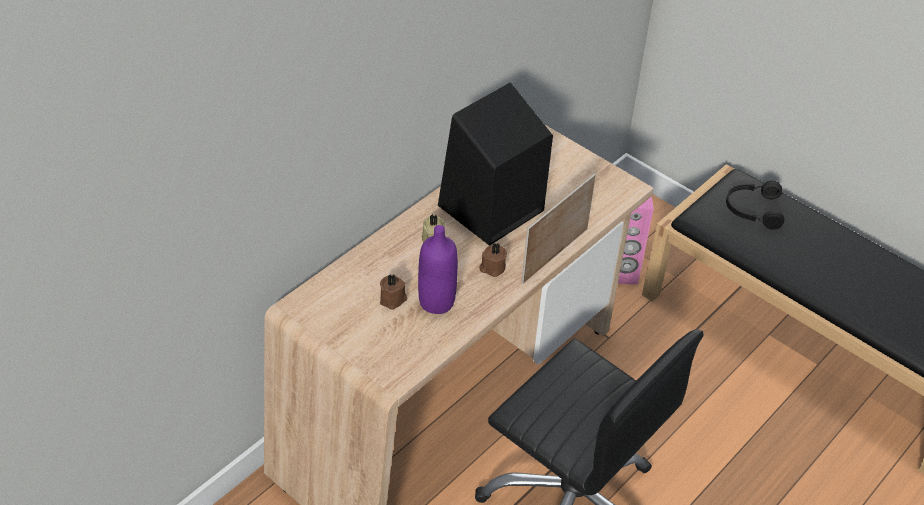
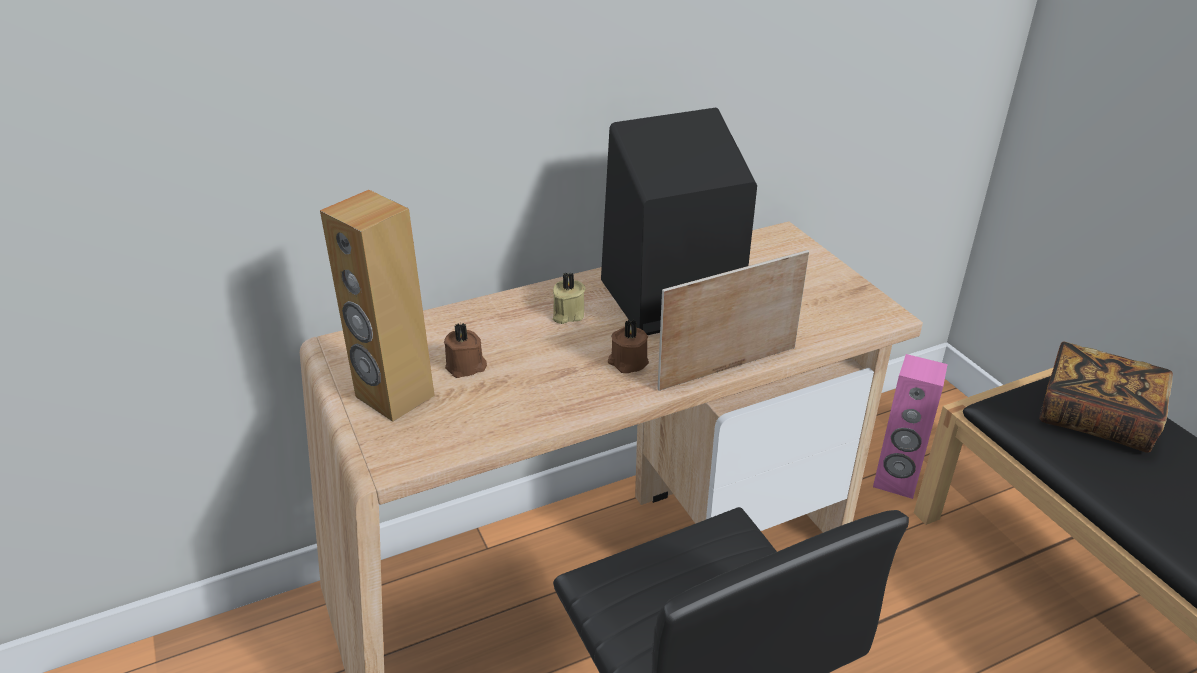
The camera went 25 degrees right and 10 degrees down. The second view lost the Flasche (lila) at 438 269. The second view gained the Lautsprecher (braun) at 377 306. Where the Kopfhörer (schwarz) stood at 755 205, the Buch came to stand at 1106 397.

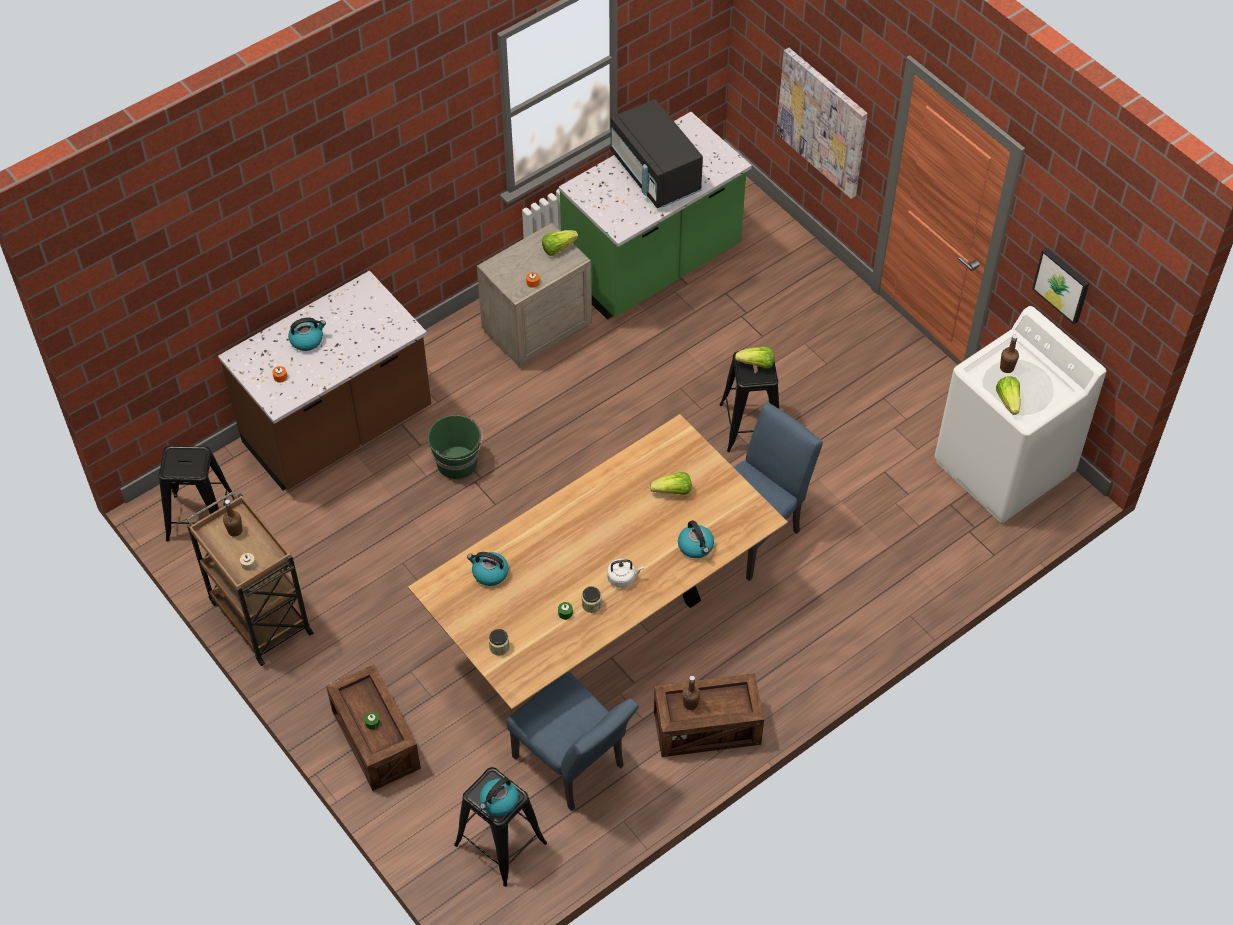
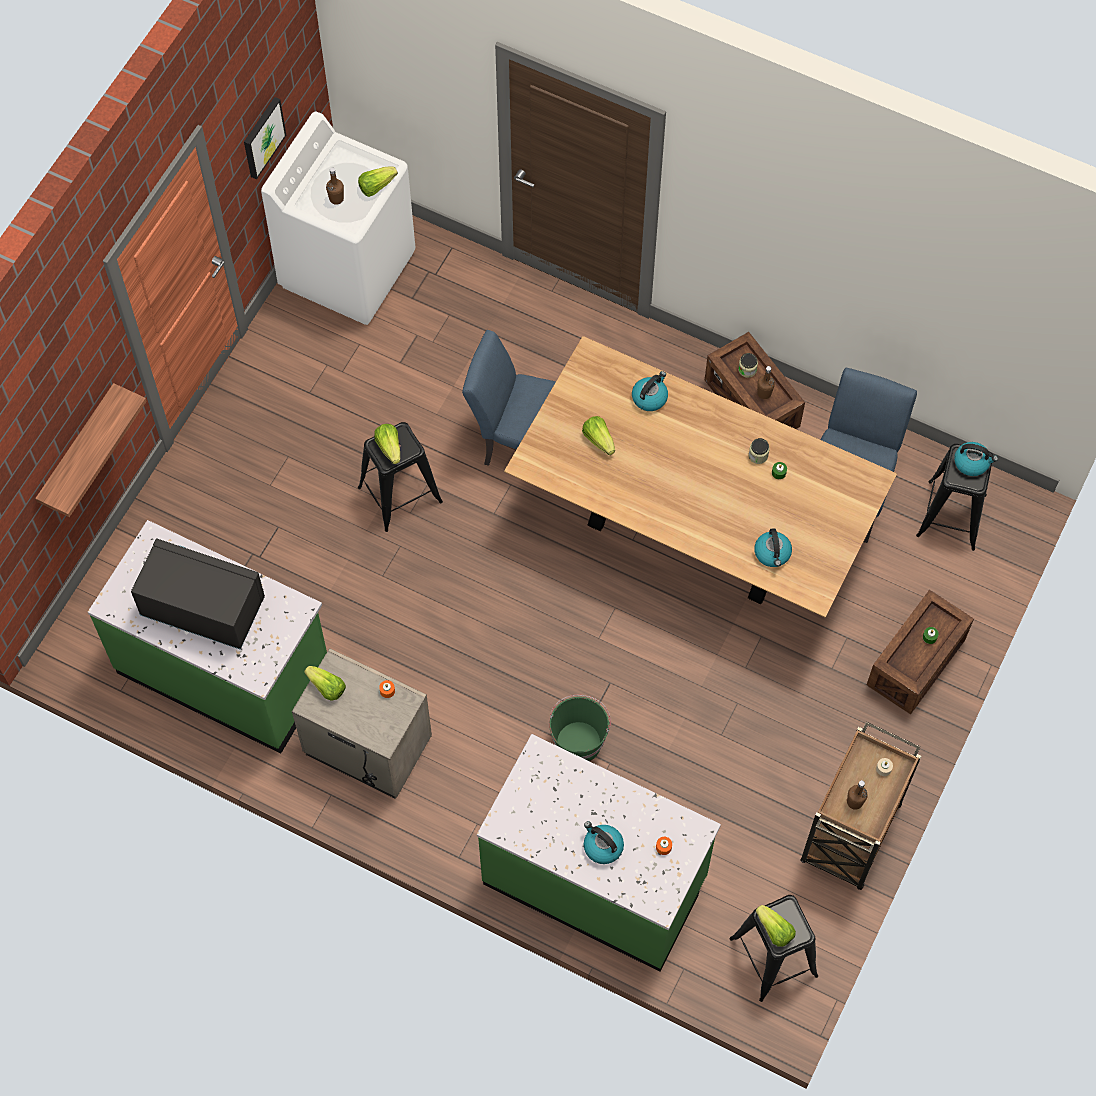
The camera went 115 degrees left and 10 degrees up. The second view lost the Wasserkessel (weiß) at 625 573. The second view gained the Salatkopf at 776 926. The Vorratsglas ended up elsewhere, having gone from 499 642 to 748 365. Where the Bild hung at 822 123, the Wandregal came to hang at 91 450. What was the Küchenzeile (braun) at 324 380 turned into the Küchenzeile (grün) at 599 853. The Mikrowelle (schwarz) at 657 153 ended up facing another way, 105 degrees counterclockwise from before.

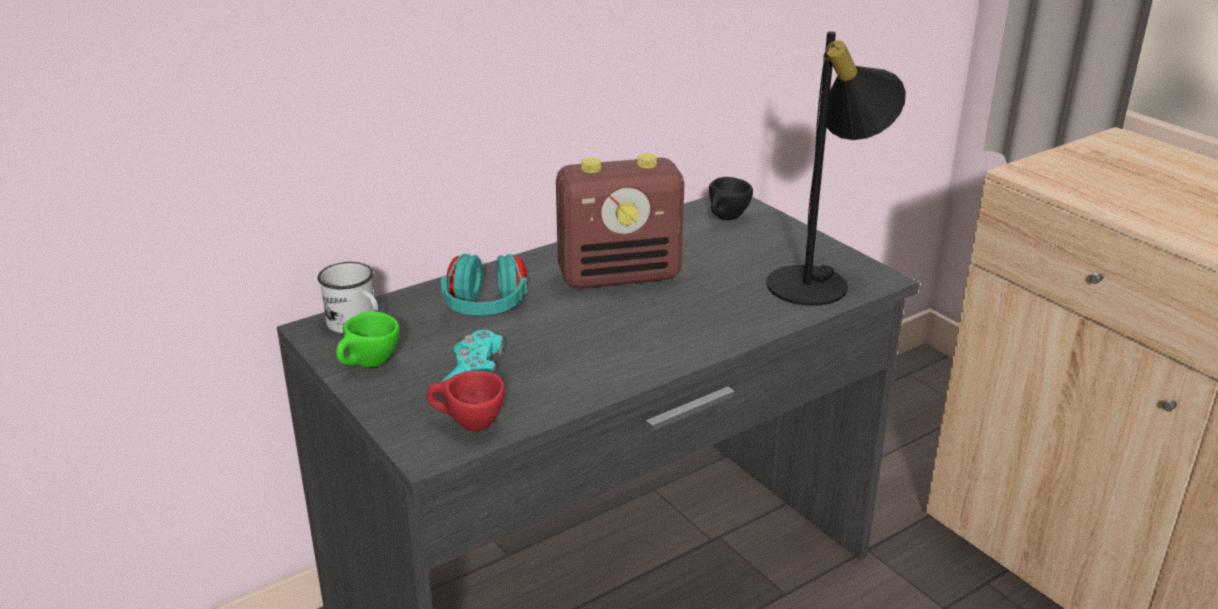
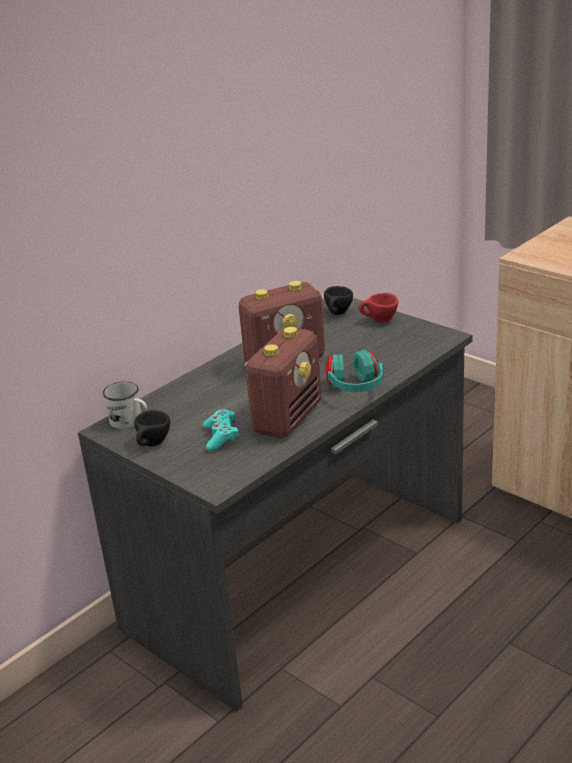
The camera went 10 degrees left and 0 degrees up. The second view lost the Tischlampe (schwarz) at 836 168. The second view gained the Radio at 283 382. The Tasse (rot) ended up elsewhere, having gone from 466 401 to 378 307. The Kopfhörer (türkis) ended up elsewhere, having gone from 484 284 to 354 371. What was the Tasse (grün) at 368 339 turned into the Tasse (schwarz) at 152 428.

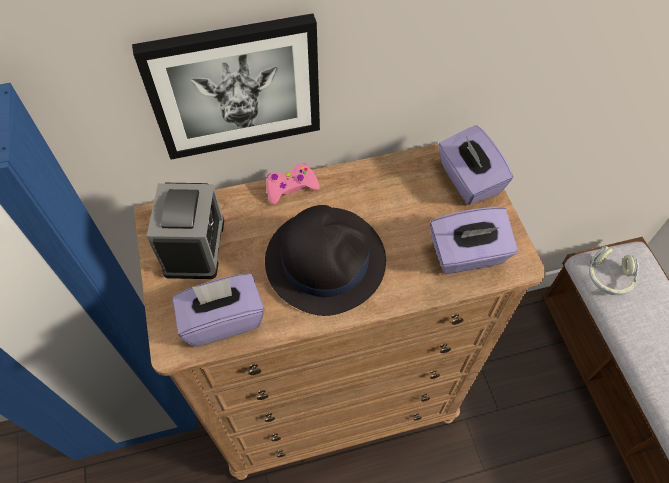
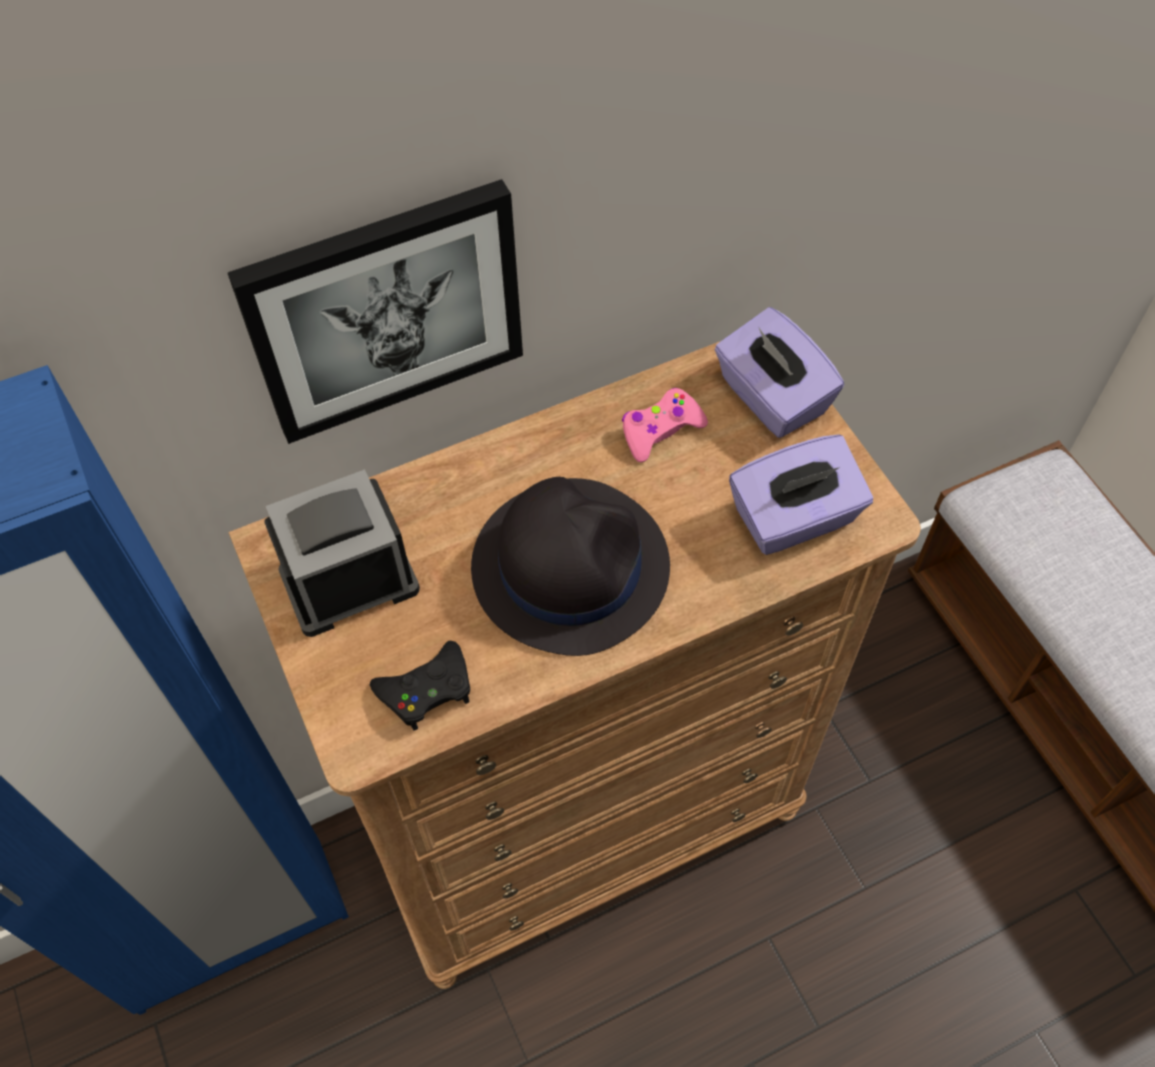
The camera went 10 degrees left and 0 degrees up. The second view lost the Kopfhörer at 614 270. The Gamepad (rosa) ended up elsewhere, having gone from 293 184 to 665 425. Where the Taschentuchbox (lila) stood at 219 310, the Gamepad (schwarz) came to stand at 420 686. The Wecker at 185 231 ended up facing another way, 105 degrees counterclockwise from before.

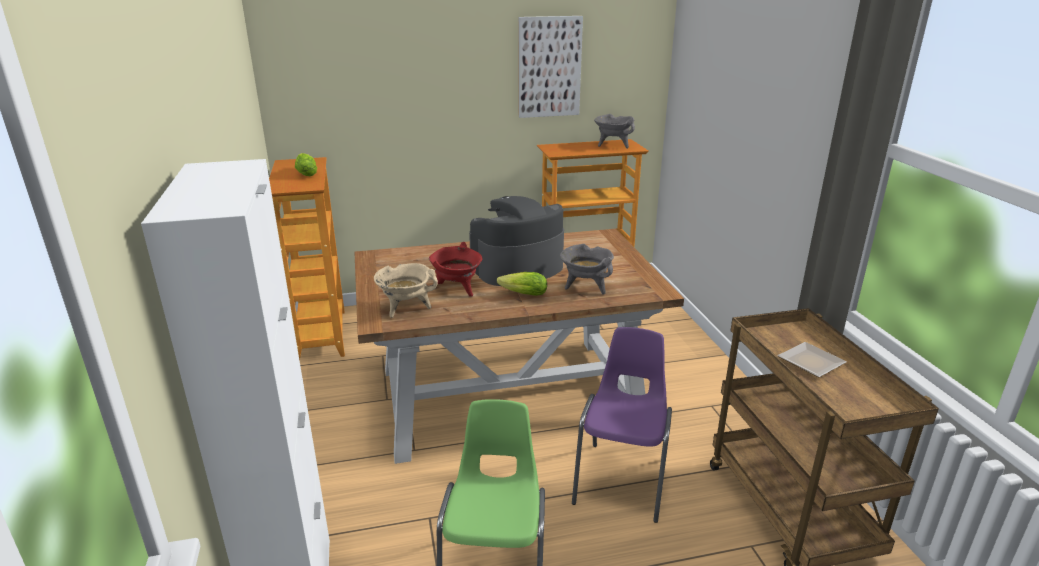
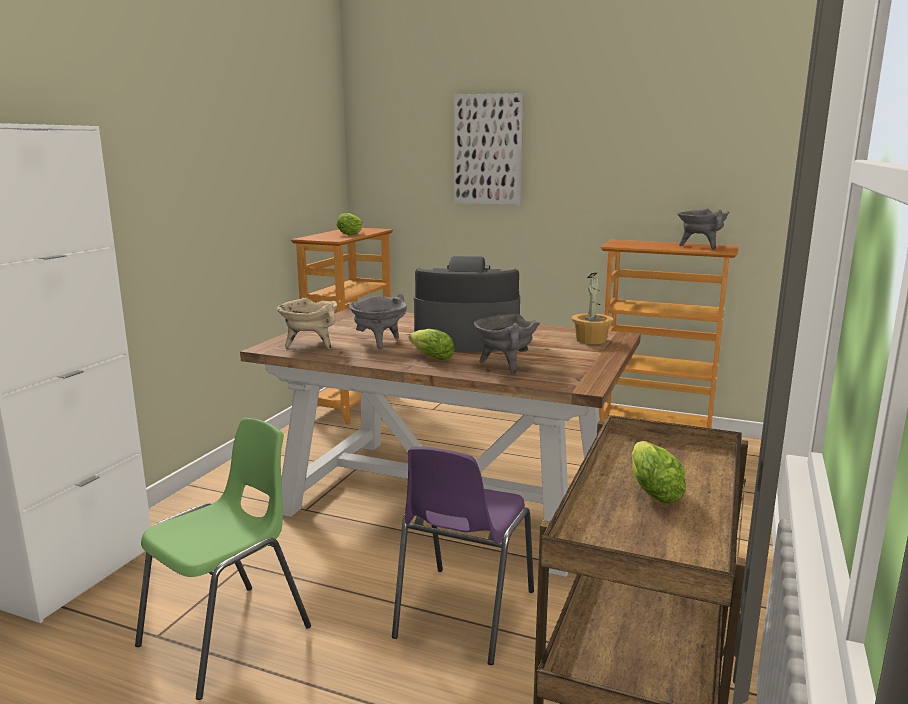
The camera went 35 degrees right and 10 degrees down. The second view gained the Topfpflanze at 592 308. The Bild ended up elsewhere, having gone from 551 67 to 489 149. Where the Teller stood at 811 359, the Salatkopf came to stand at 659 472. What was the Kochtopf (rot) at 456 269 turned into the Kochtopf (grau) at 378 321. The Stuhl (lila) at 622 425 ended up facing another way, 150 degrees clockwise from before.

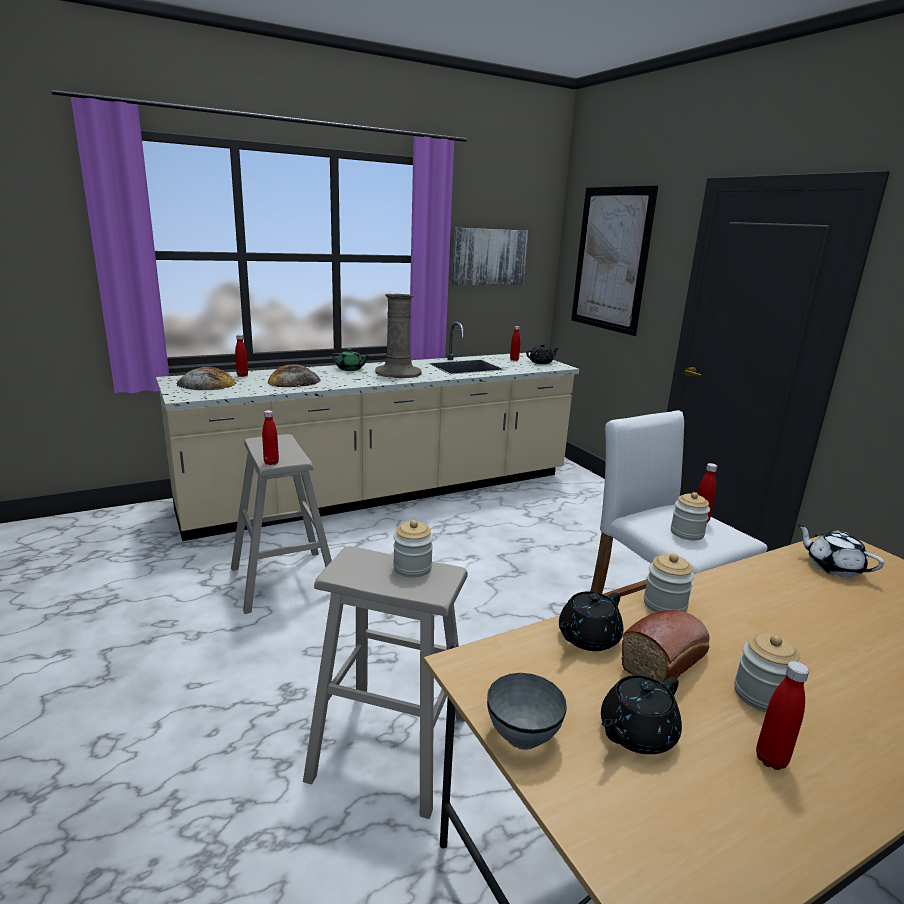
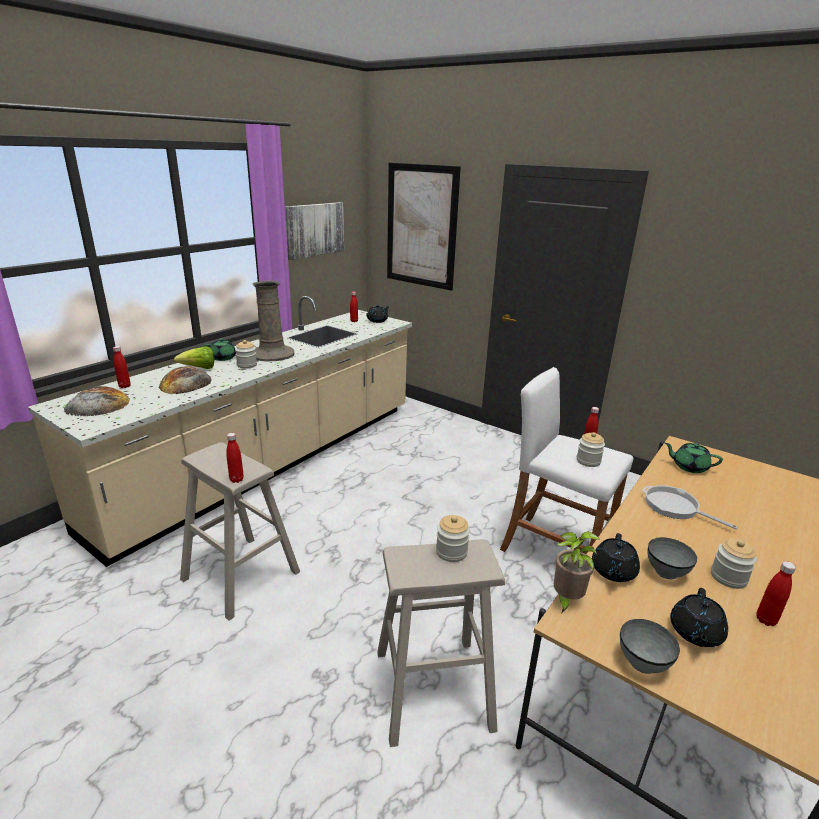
The camera went 25 degrees left and 5 degrees up. The second view gained the Salatkopf at 194 357. The second view gained the Topfpflanze at 576 572. The second view gained the Pfanne at 690 507. The Vorratsglas ended up elsewhere, having gone from 669 583 to 246 354. Where the Brot stood at 665 646, the Schüssel (grau) came to stand at 672 558. What was the Teekanne (weiß) at 840 550 turned into the Teekanne (grün) at 694 458.

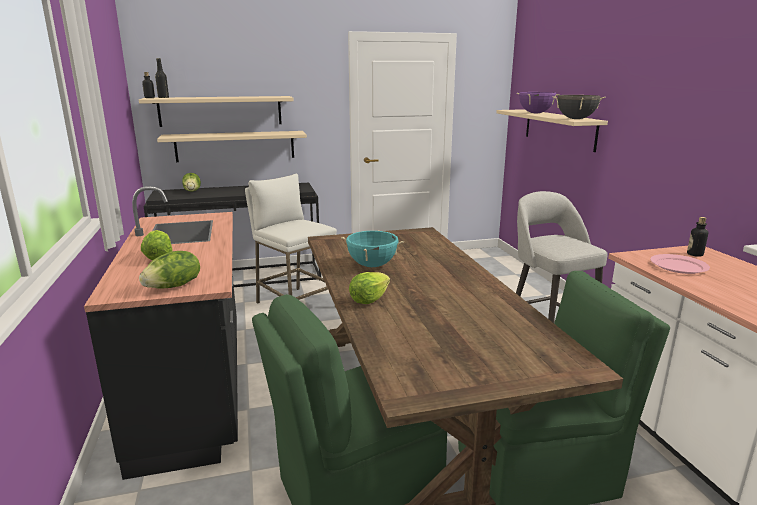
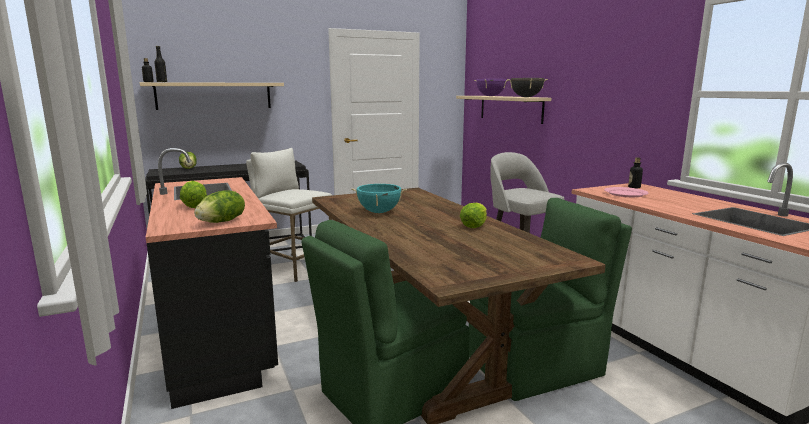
The camera went 10 degrees left and 5 degrees down. The second view lost the Wandregal (beige) at 232 146. The Salatkopf ended up elsewhere, having gone from 369 288 to 473 215.

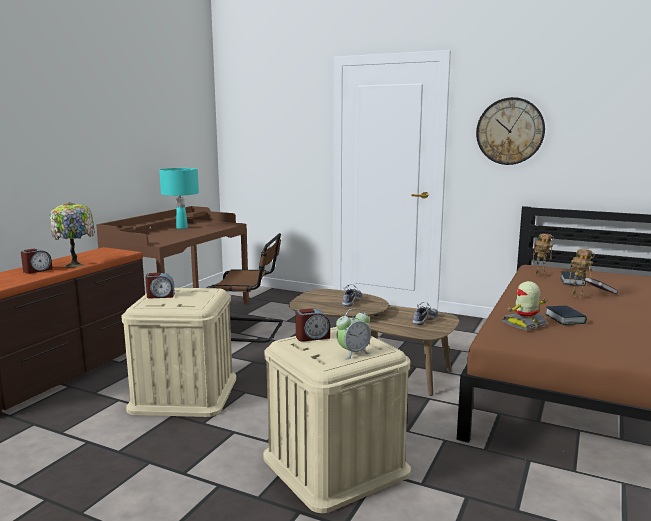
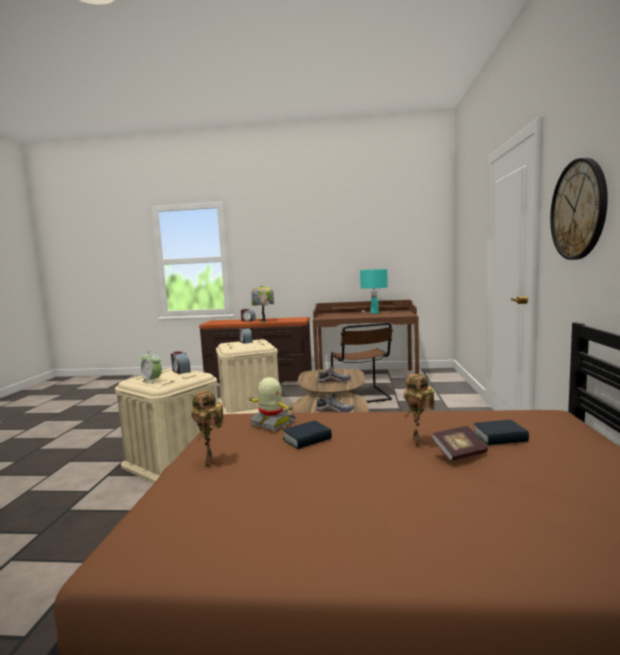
The camera went 70 degrees right and 5 degrees down. The Spielzeugroboter ended up elsewhere, having gone from 543 255 to 207 428.

